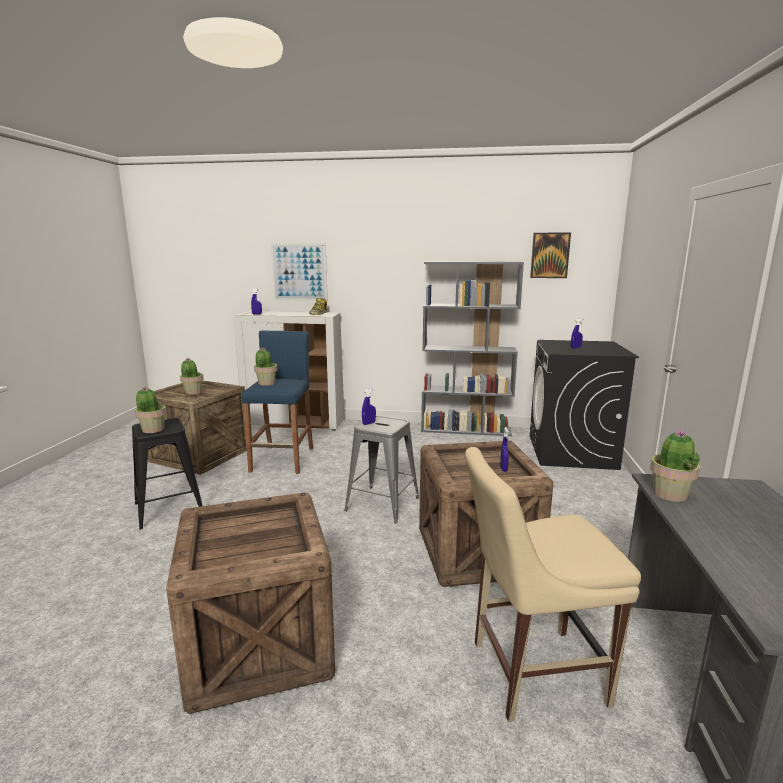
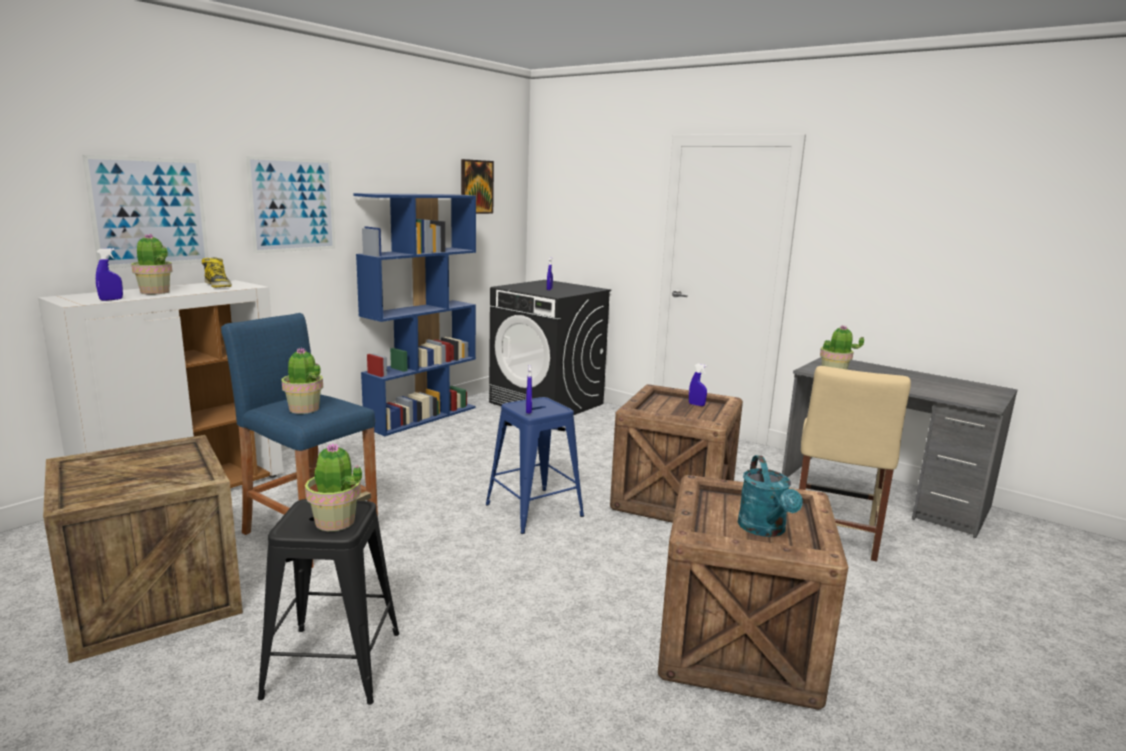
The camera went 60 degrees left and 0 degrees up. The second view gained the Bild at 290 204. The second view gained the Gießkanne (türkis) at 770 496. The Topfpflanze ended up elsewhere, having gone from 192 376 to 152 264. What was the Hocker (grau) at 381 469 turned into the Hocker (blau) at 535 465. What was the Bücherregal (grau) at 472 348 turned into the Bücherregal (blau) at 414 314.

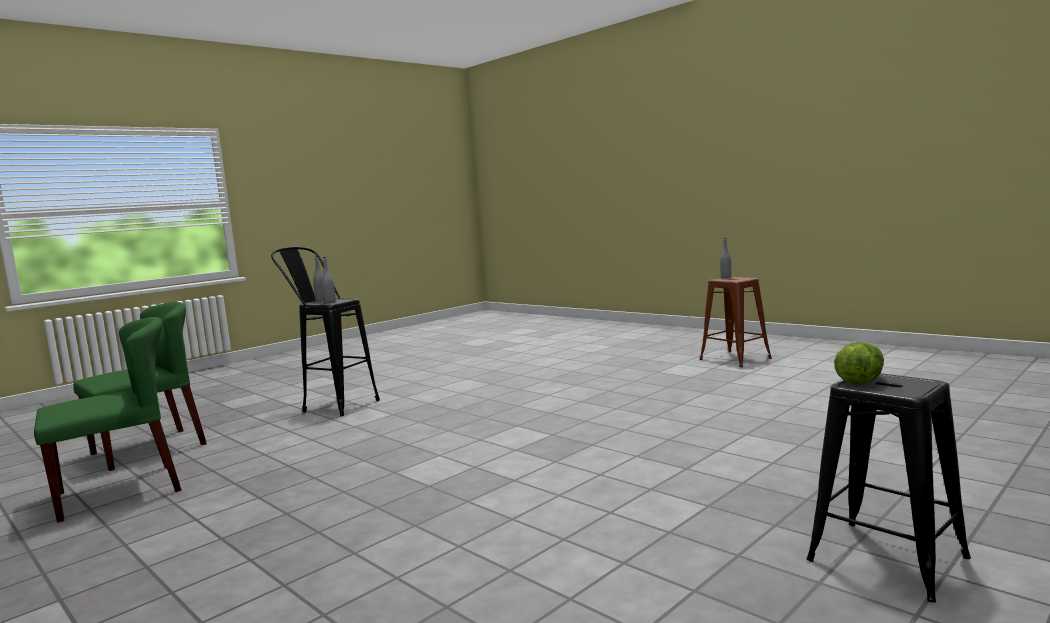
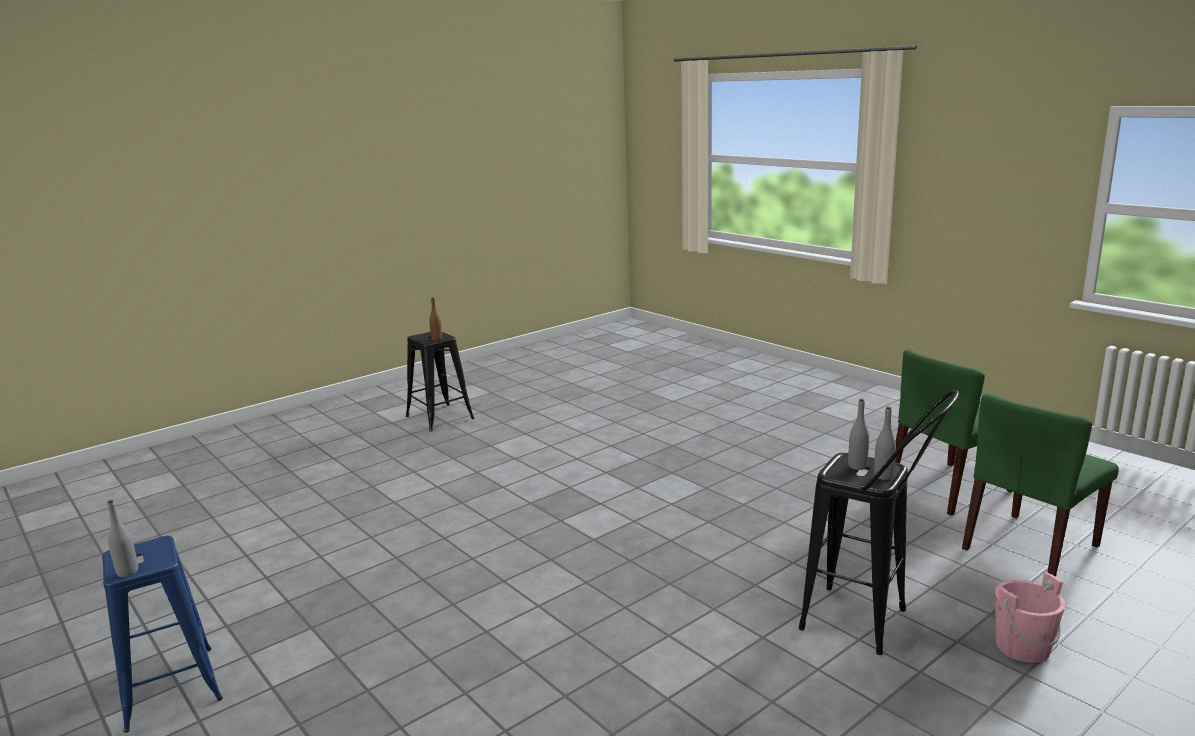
The camera went 175 degrees left and 10 degrees up. The second view gained the Eimer (rosa) at 1030 617. Where the Salatkopf stood at 859 363, the Flasche (braun) came to stand at 435 319. What was the Hocker (braun) at 736 321 turned into the Hocker (blau) at 162 634.

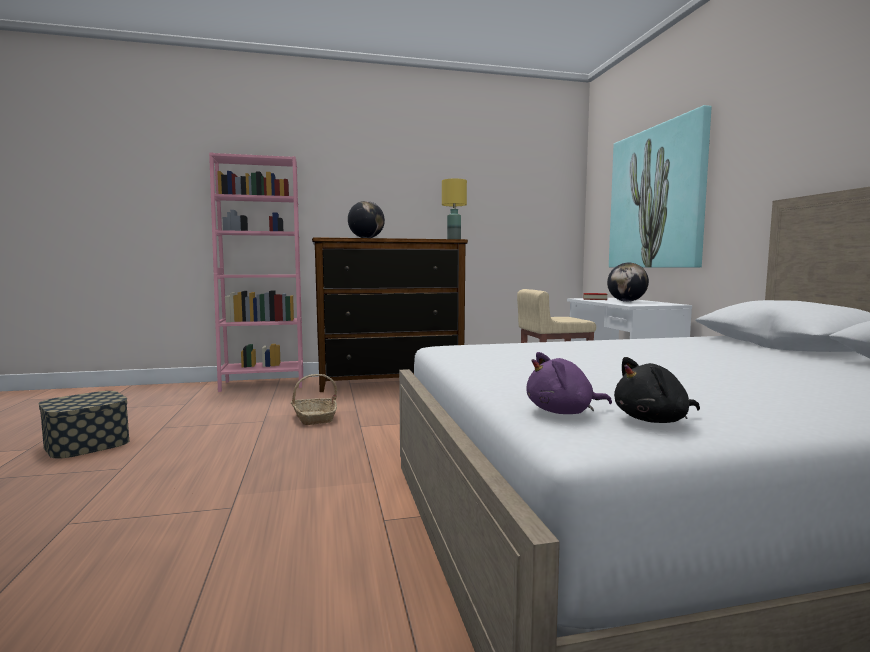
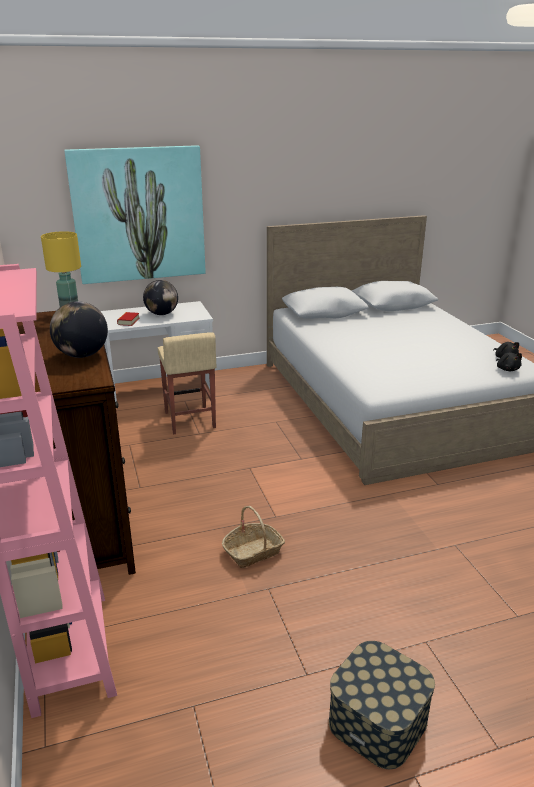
The camera went 95 degrees left and 20 degrees up. What was the Plüschtier (lila) at 569 383 turned into the Plüschtier (schwarz) at 509 362.

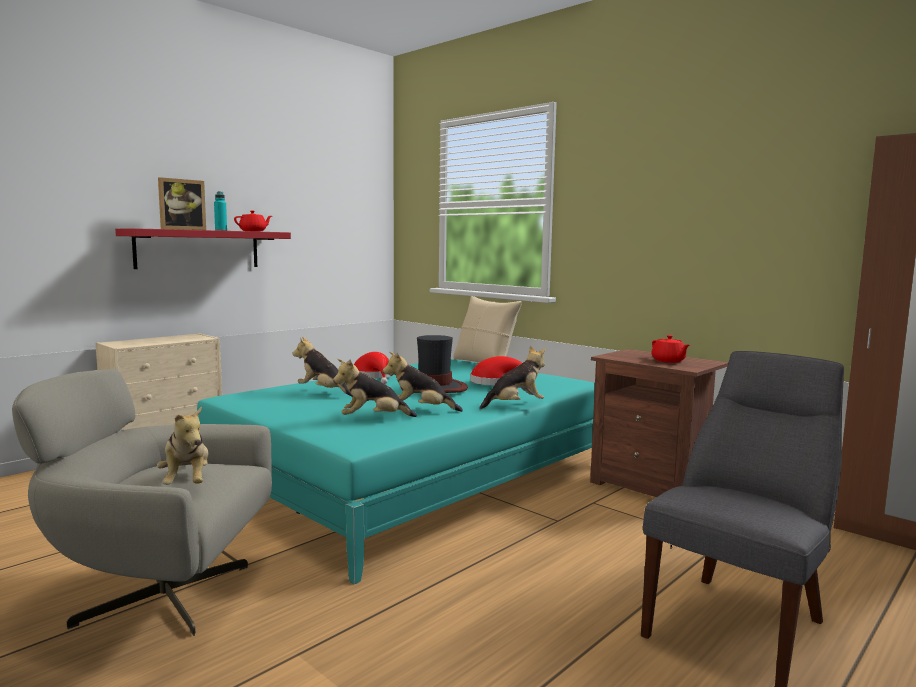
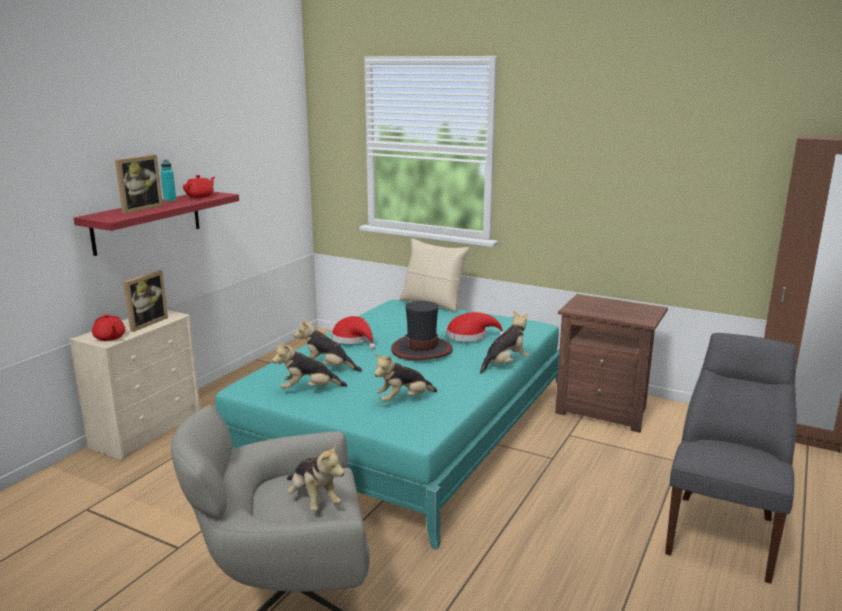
The camera went 15 degrees left and 10 degrees up. The second view gained the Bilderrahmen at 145 301. The Plüschtier ended up elsewhere, having gone from 423 381 to 309 365. The Teekanne (rot) ended up elsewhere, having gone from 670 349 to 108 327.

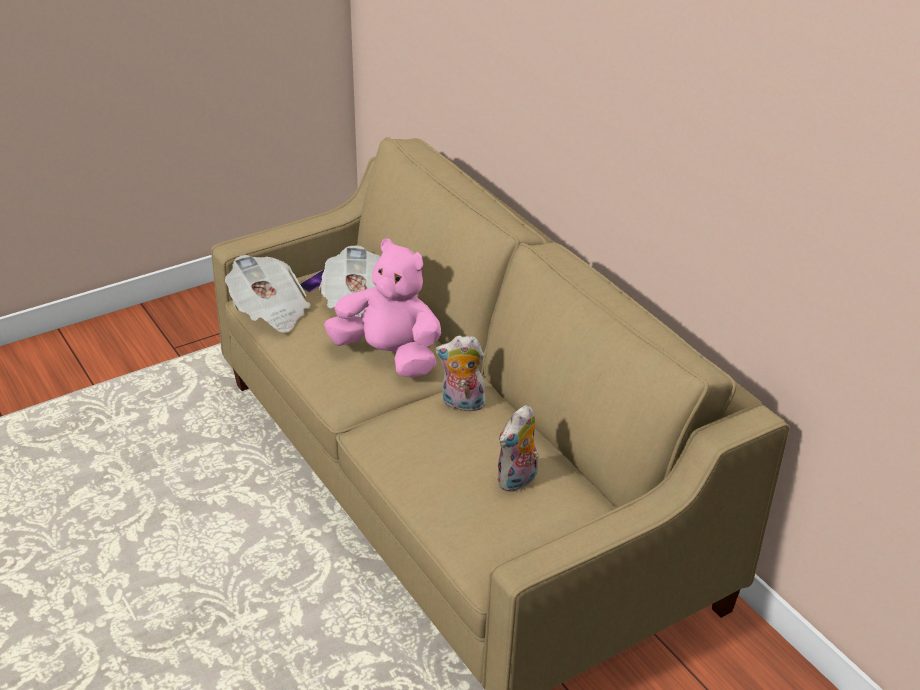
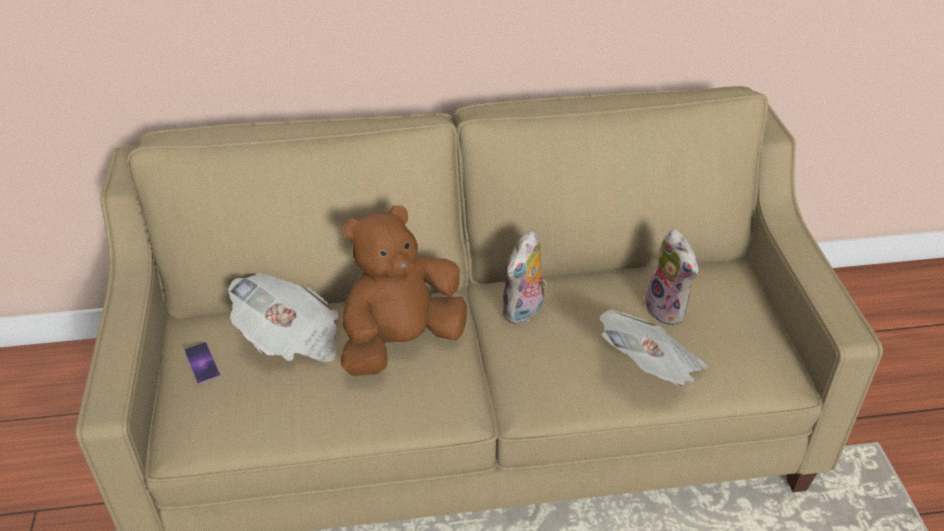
The camera went 65 degrees left and 5 degrees up. The Zeitung ended up elsewhere, having gone from 267 294 to 654 348. What was the Plüschtier (rosa) at 382 308 turned into the Plüschtier (braun) at 404 290.

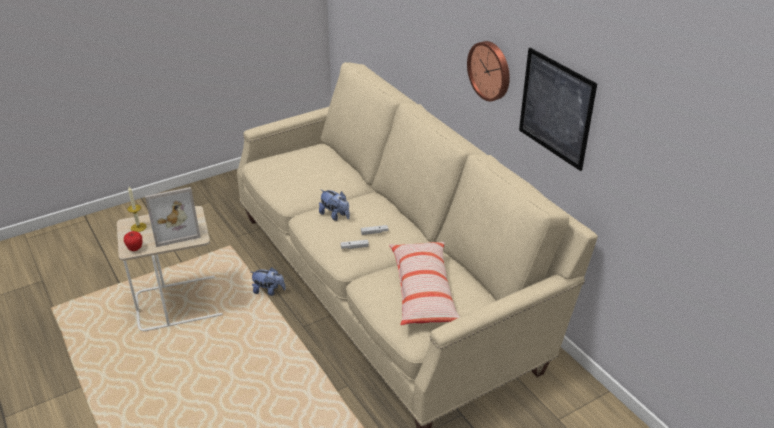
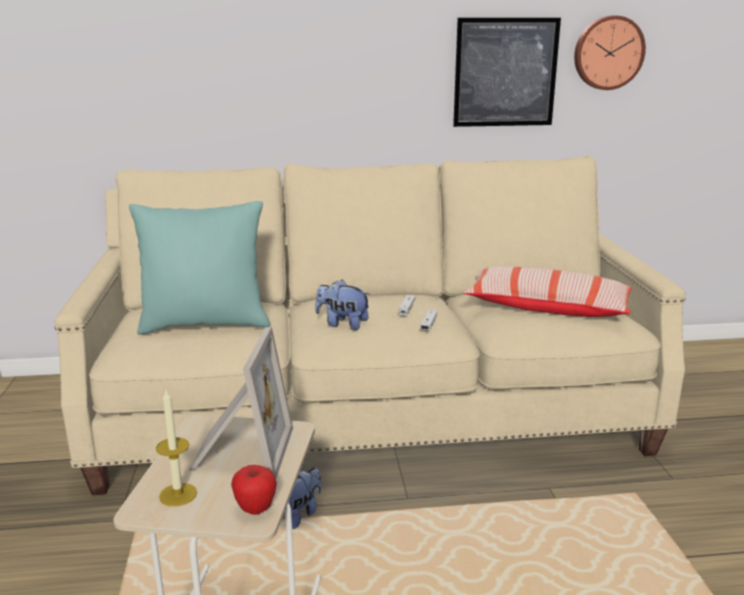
The camera went 65 degrees left and 15 degrees down. The second view gained the Kissen (türkis) at 199 268. The Wanduhr ended up elsewhere, having gone from 488 71 to 610 53. The Plüschtier at 334 205 ended up facing another way, 135 degrees counterclockwise from before.

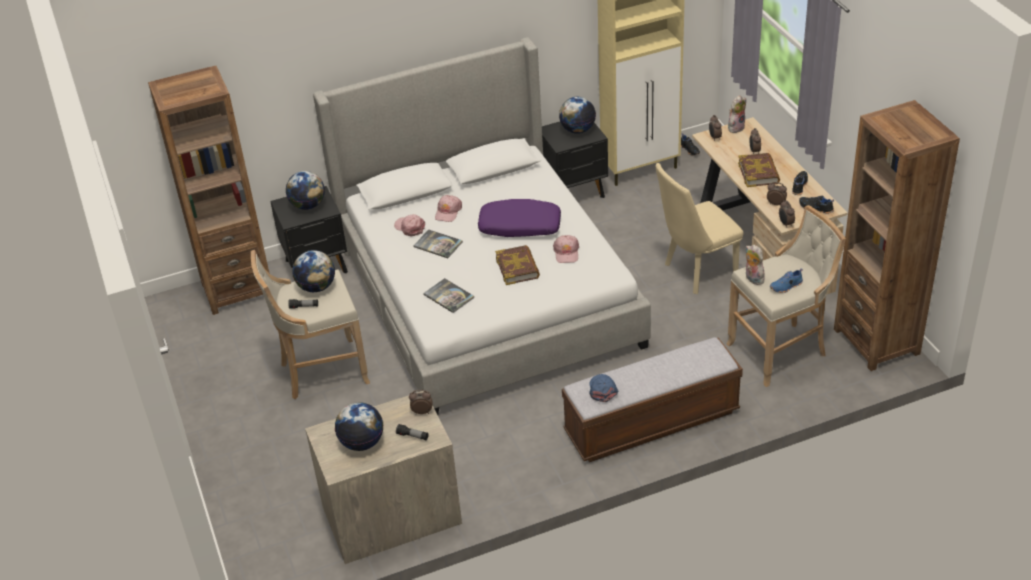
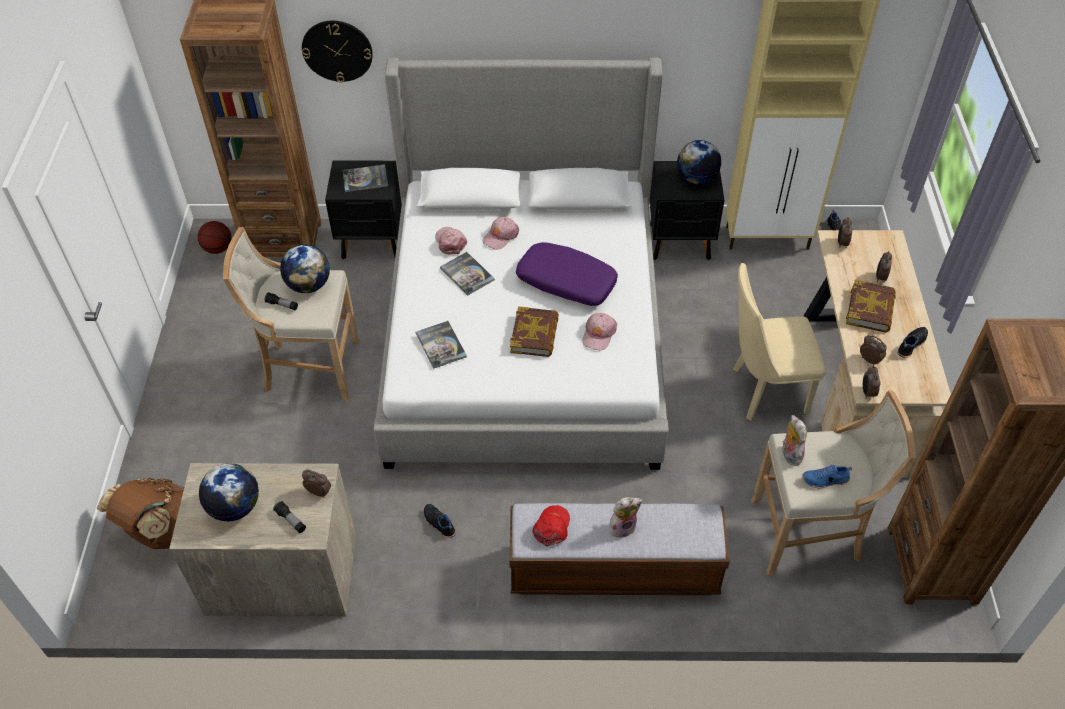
The camera went 20 degrees right and 10 degrees up. The second view gained the Rucksack (braun) at 140 513. The second view gained the Basketball at 215 237. The second view gained the Wanduhr at 337 52. The Plüschtier ended up elsewhere, having gone from 737 114 to 626 517. The Schuh (schwarz) ended up elsewhere, having gone from 816 204 to 440 521. Where the Globus stood at 305 190, the Buch came to stand at 365 178. What was the Kappe (blau) at 603 388 turned into the Kappe (rot) at 551 526.

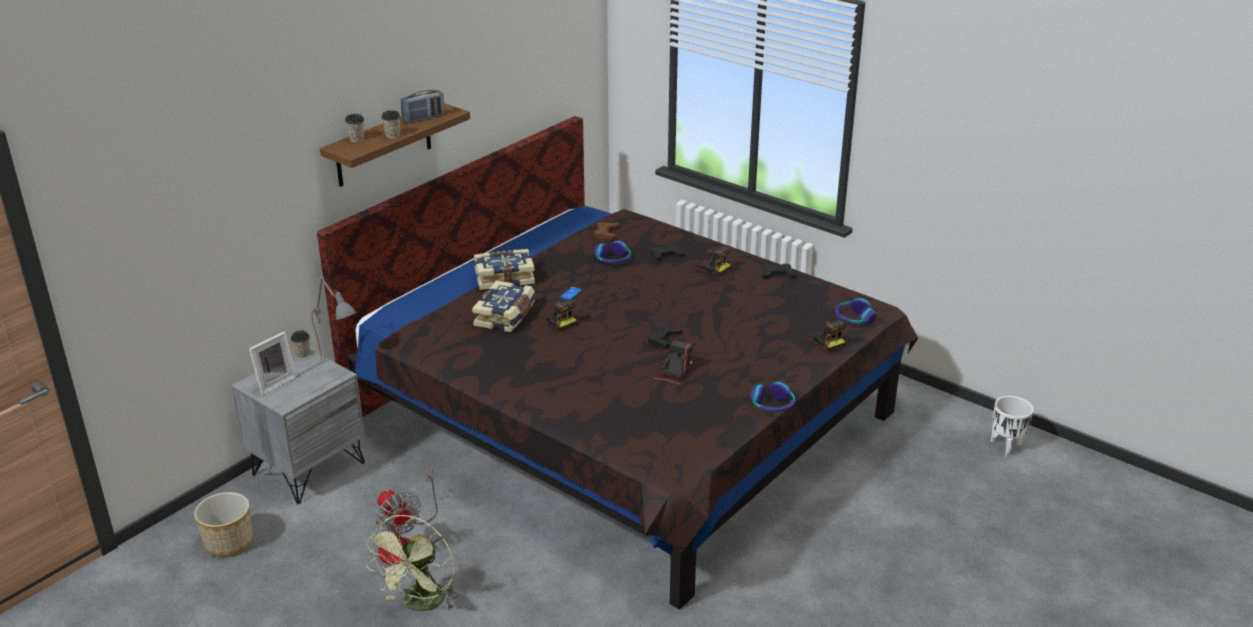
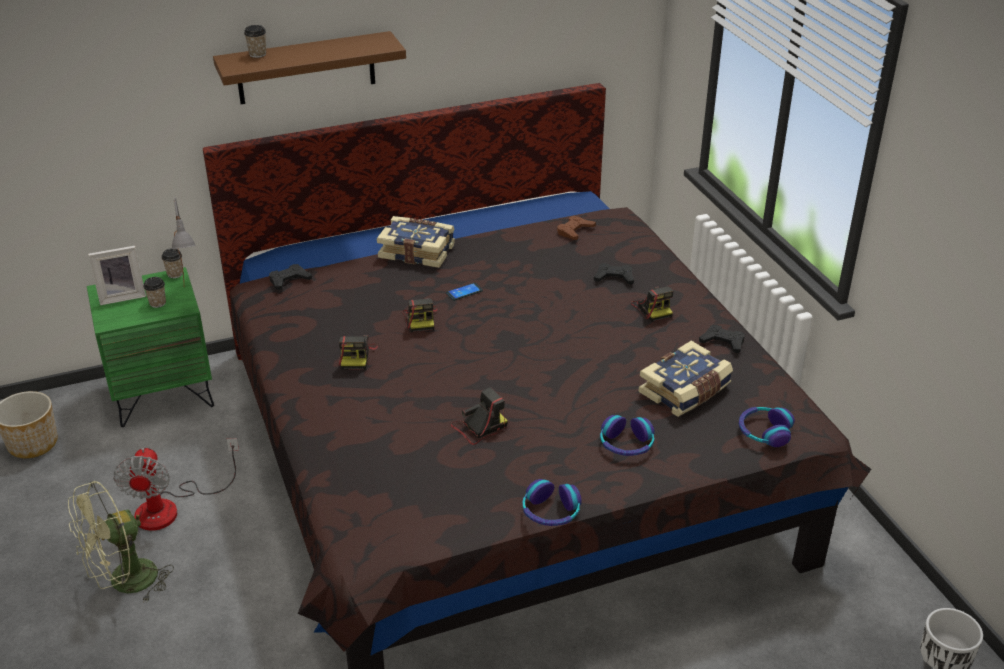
The camera went 30 degrees right and 5 degrees up. The second view lost the Radio at 423 106. The Tasse ended up elsewhere, having gone from 391 124 to 154 292. The Buch ended up elsewhere, having gone from 503 307 to 685 379. The Kopfhörer ended up elsewhere, having gone from 612 252 to 627 435. The Gamepad (schwarz) ended up elsewhere, having gone from 665 336 to 290 277. The Kamera ended up elsewhere, having gone from 826 336 to 358 352. What was the Nachttisch (grau) at 298 427 turned into the Nachttisch (grün) at 150 347.

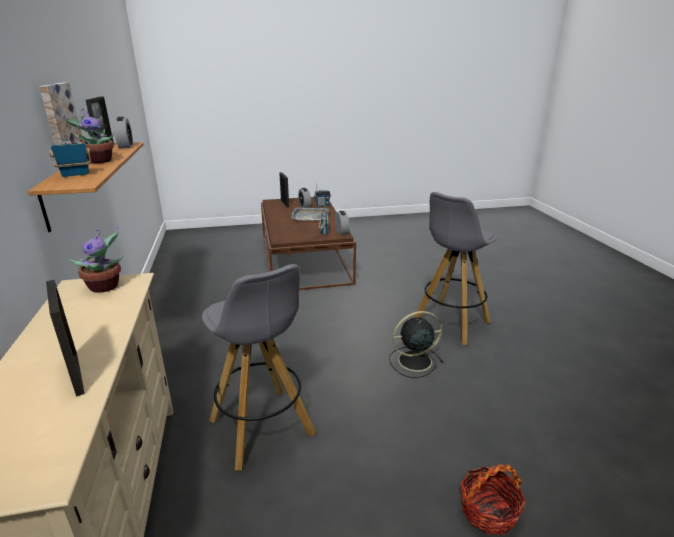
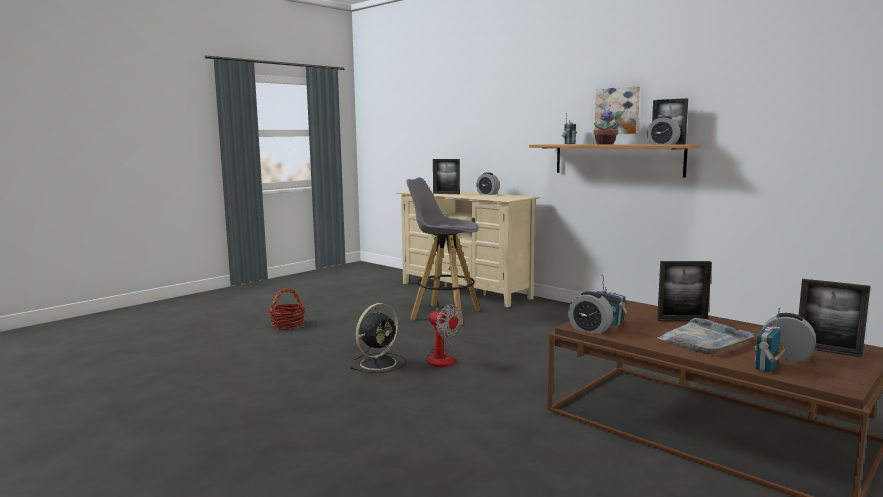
The camera went 145 degrees right and 15 degrees down. The second view lost the Topfpflanze at 96 259. The second view lost the Hocker (grau) at 456 268. The second view gained the Ventilator at 444 335. The second view gained the Wecker at 488 183. The second view gained the Bilderrahmen at 684 291.

